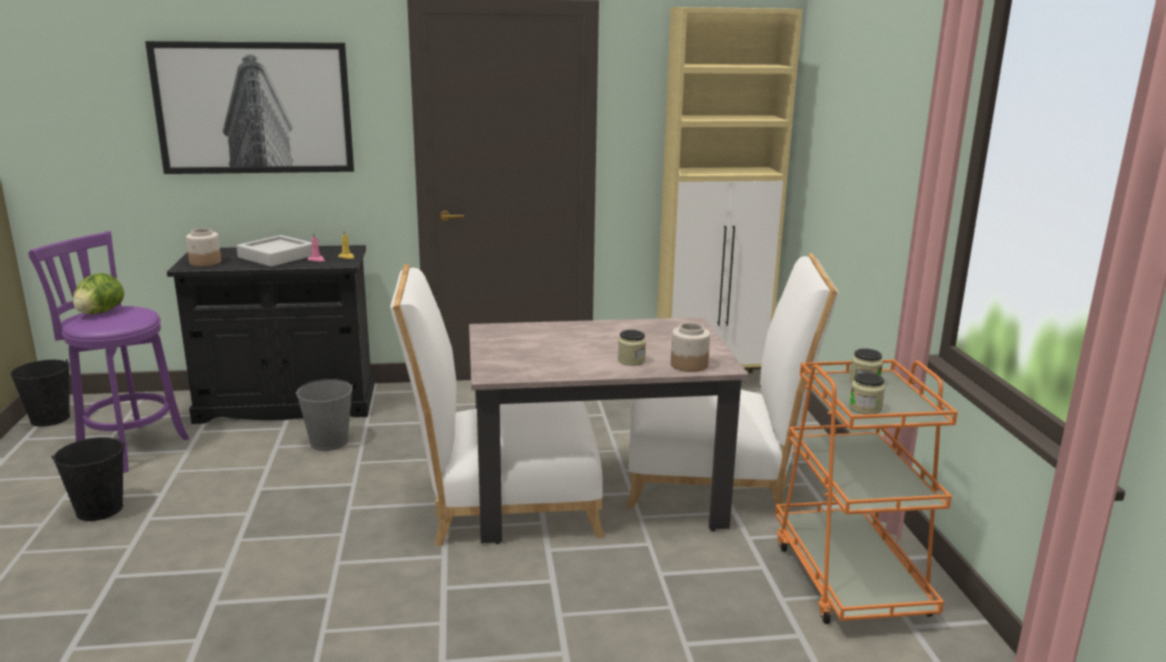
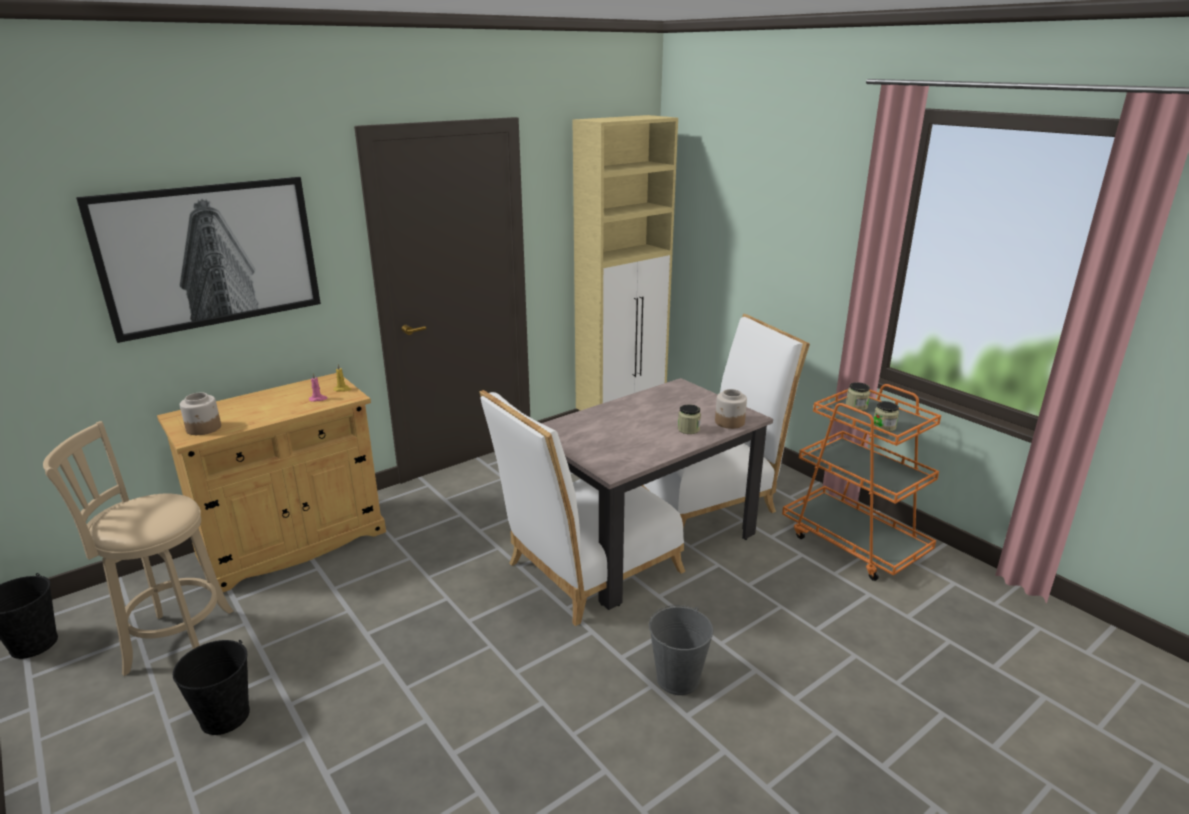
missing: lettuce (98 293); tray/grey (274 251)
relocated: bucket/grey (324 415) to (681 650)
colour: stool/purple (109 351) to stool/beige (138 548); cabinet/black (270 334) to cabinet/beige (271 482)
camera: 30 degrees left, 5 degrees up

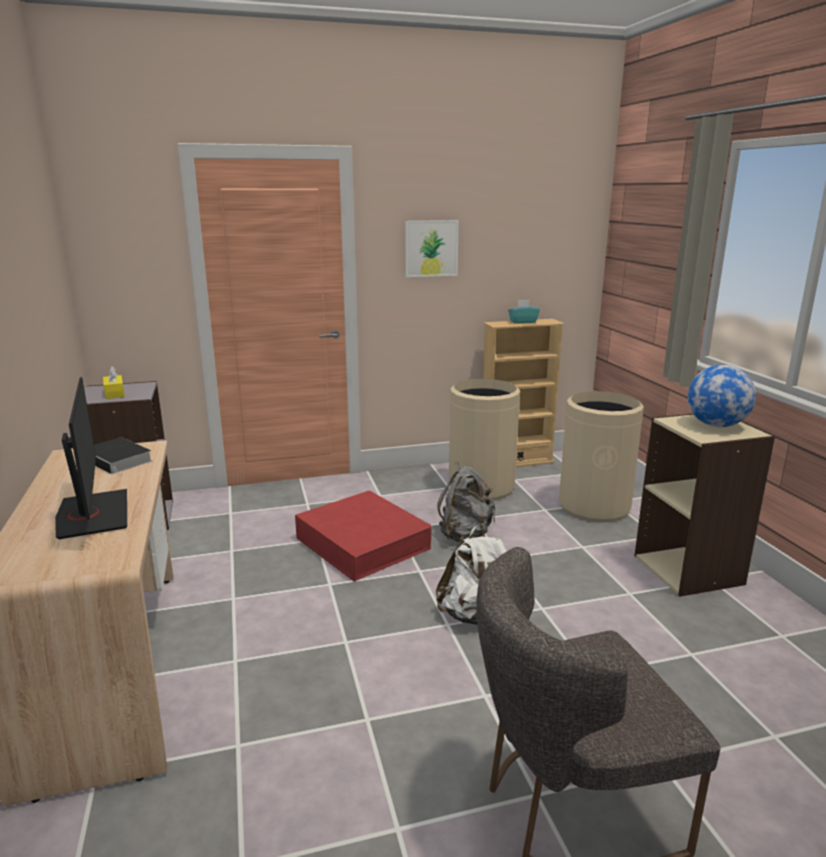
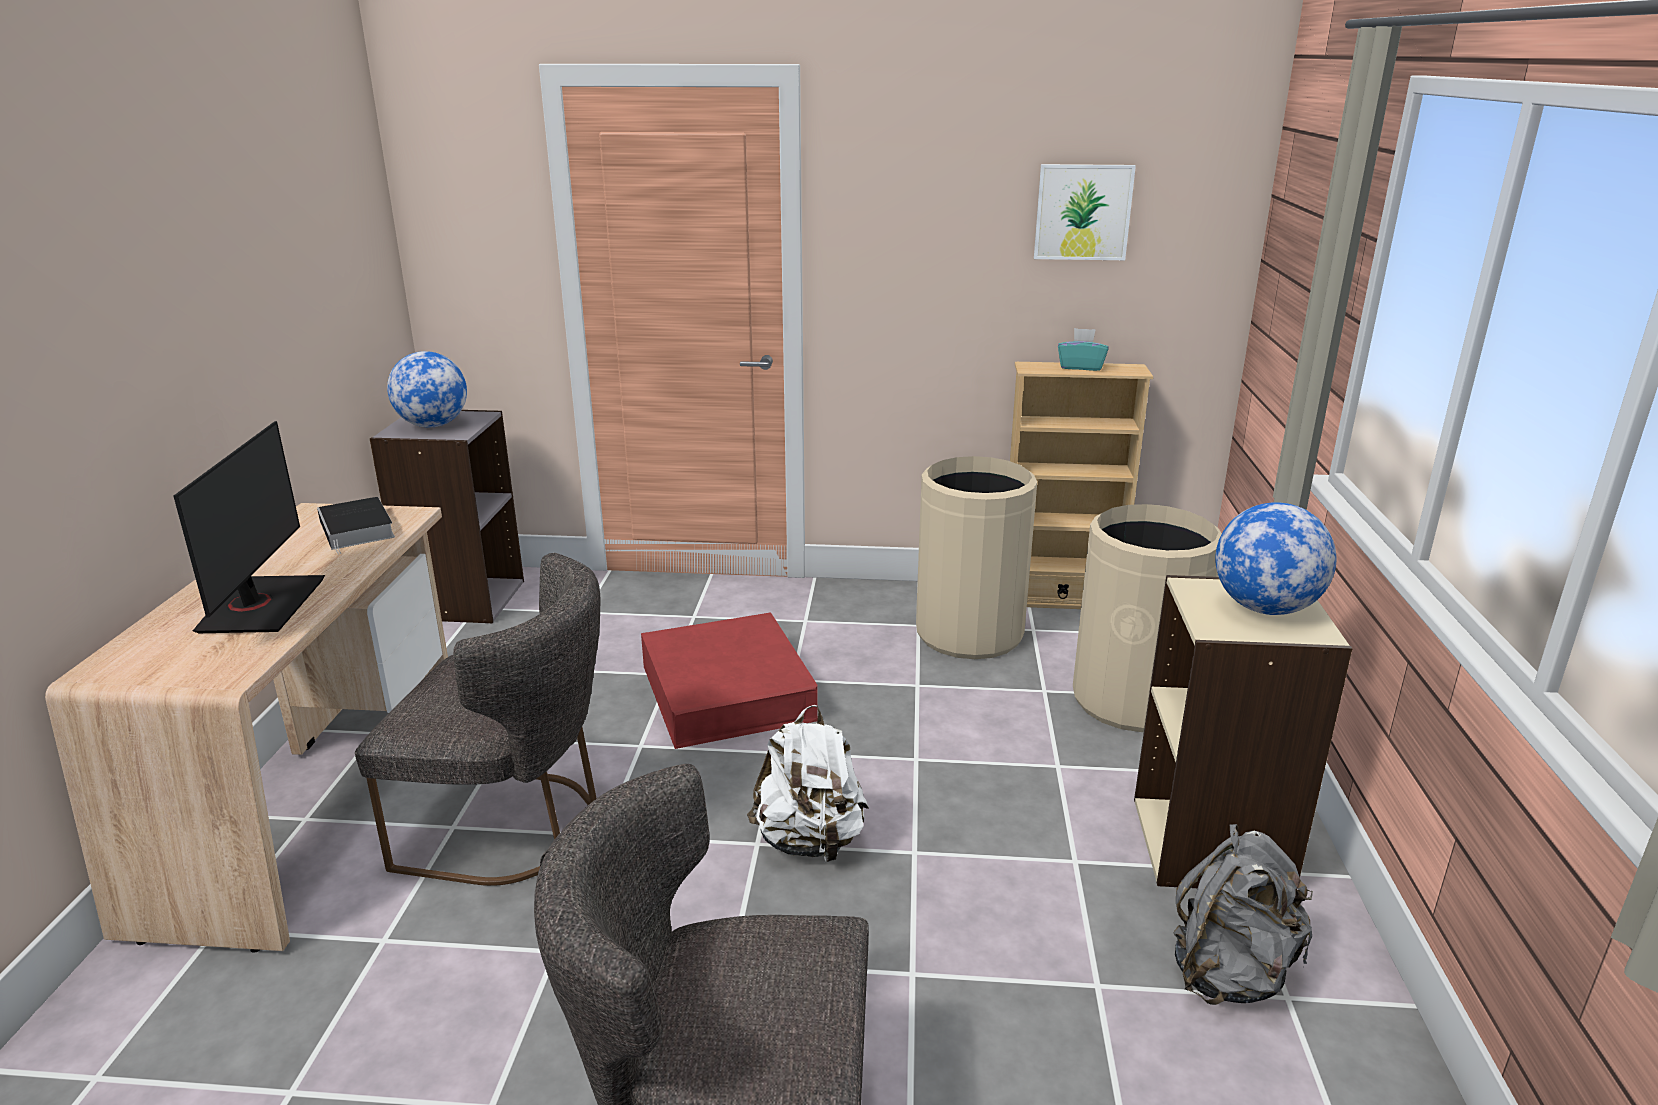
appeared: chair/grey (477 719)
relocated: picture (432 248) to (1085 212); backpack/grey (466 502) to (1243 914)
exchanged: tissue box/yellow (114 382) to globe (427 389)
camera: 20 degrees right, 5 degrees up

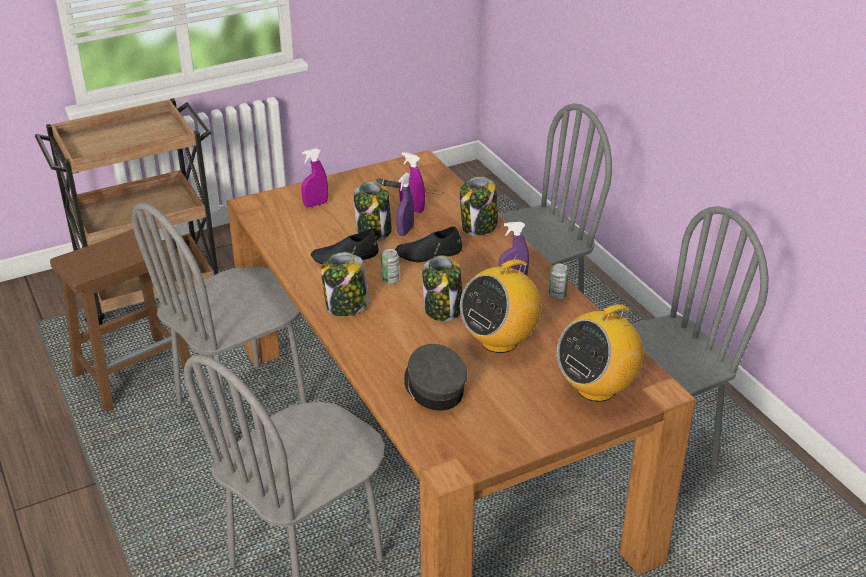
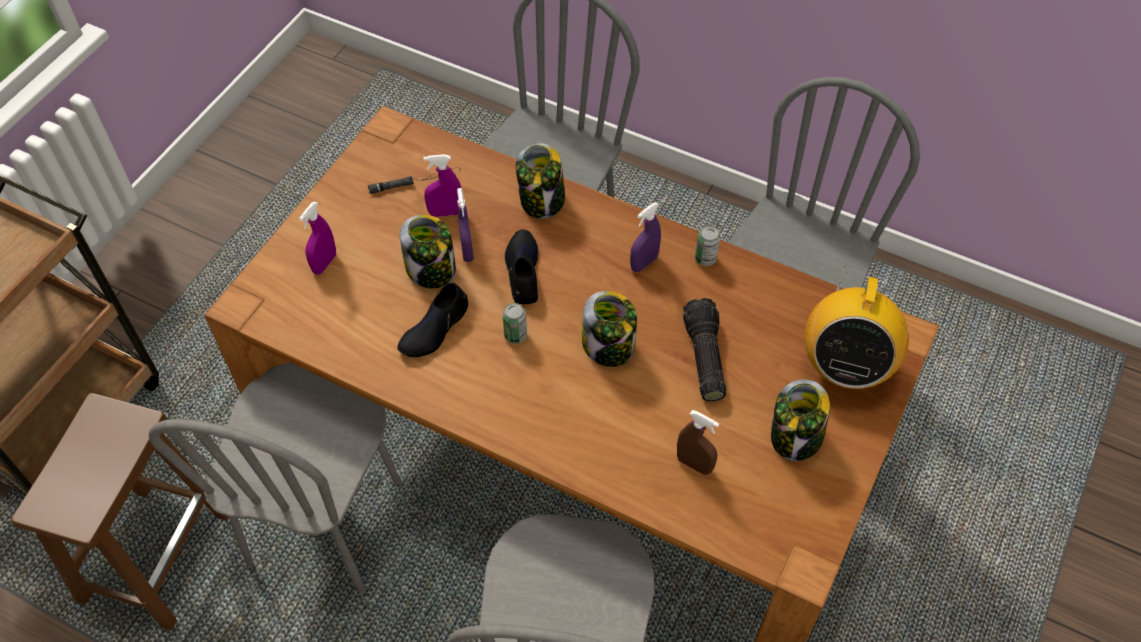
relocated: jar (345 284) to (800 420)
exchanged: cap/grey (435 377) to spray bottle/brown (698 442); radio (500 304) to flashlight (704 349)
spun: shoe/black (428 244) = (521 266) 135 degrees clockwise
camera: 35 degrees left, 20 degrees up

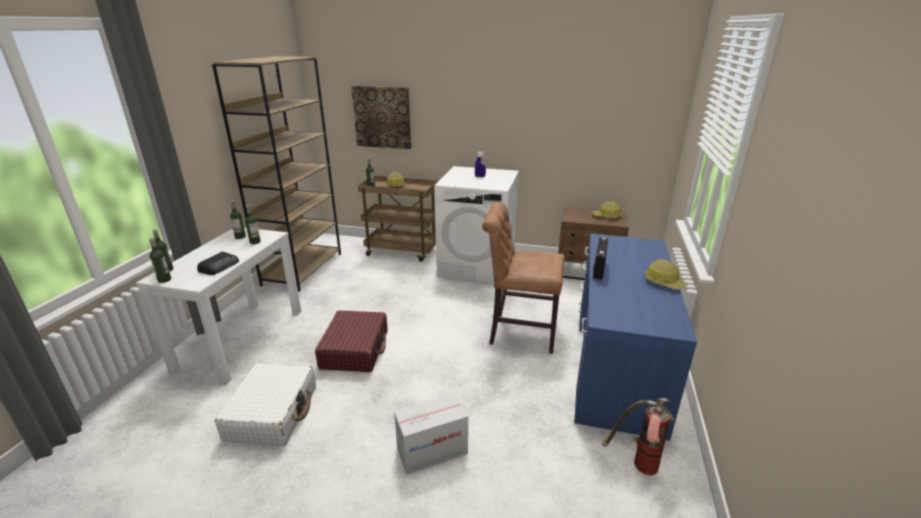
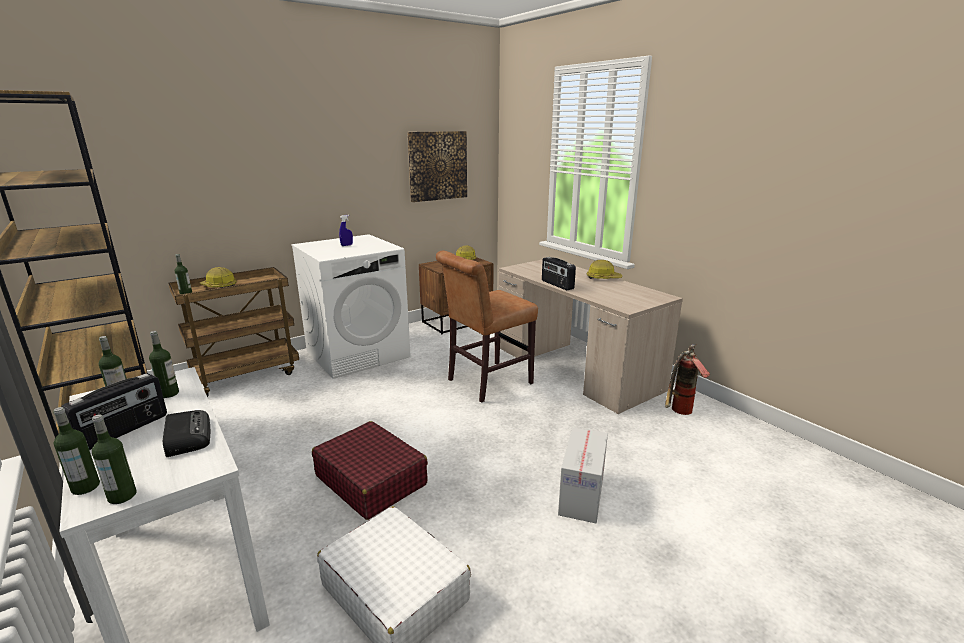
appeared: radio (114 411)
relocated: picture (381 117) to (437 166)
colour: desk/blue (635 337) to desk/beige (591 336)
camera: 50 degrees left, 5 degrees down

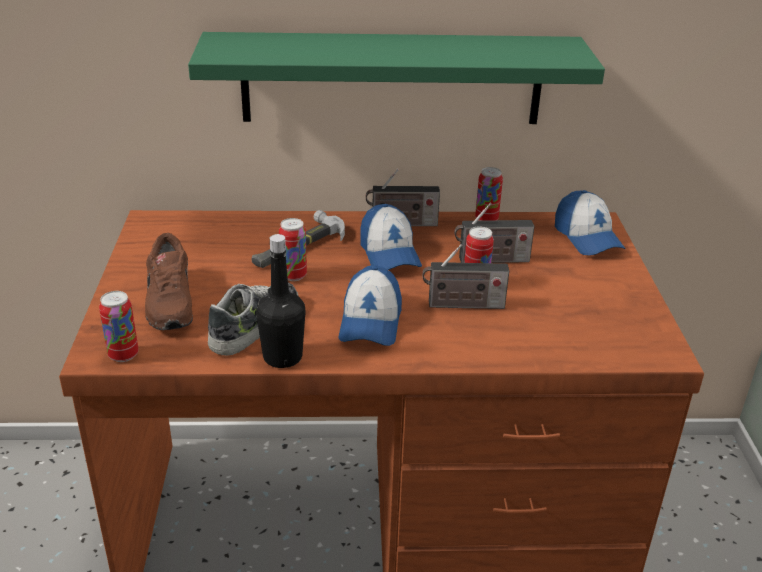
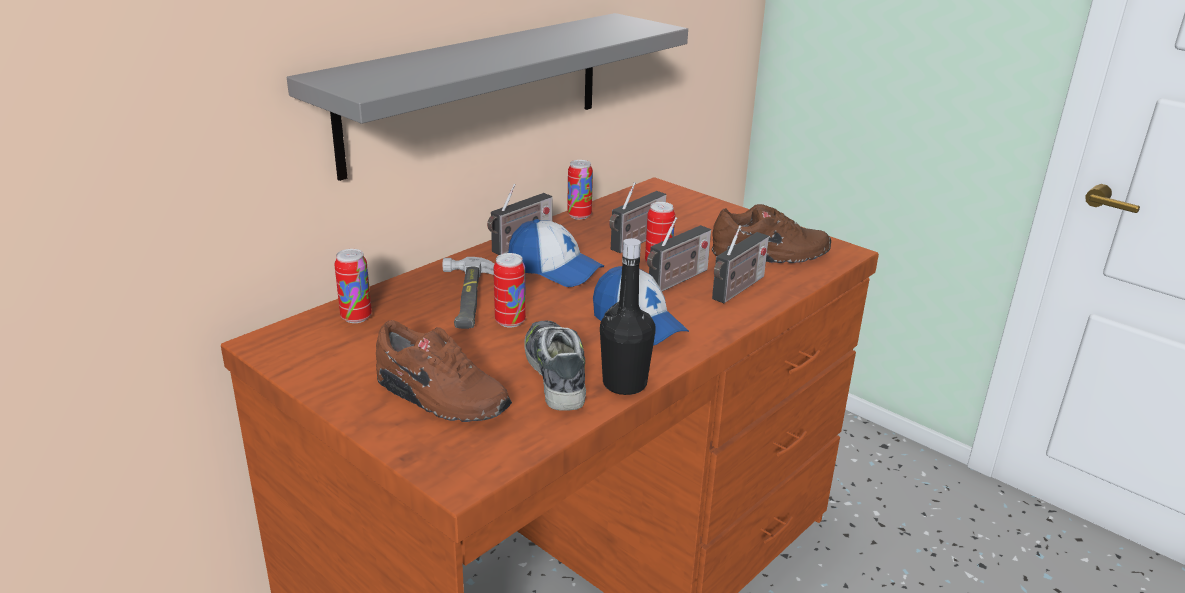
missing: cap (590 223)
appeared: shoe/brown (771 233); radio (740 264)
relocated: can (118 326) to (353 286)
colour: shelf/green (396 78) to shelf/grey (487 97)
camera: 45 degrees left, 5 degrees down

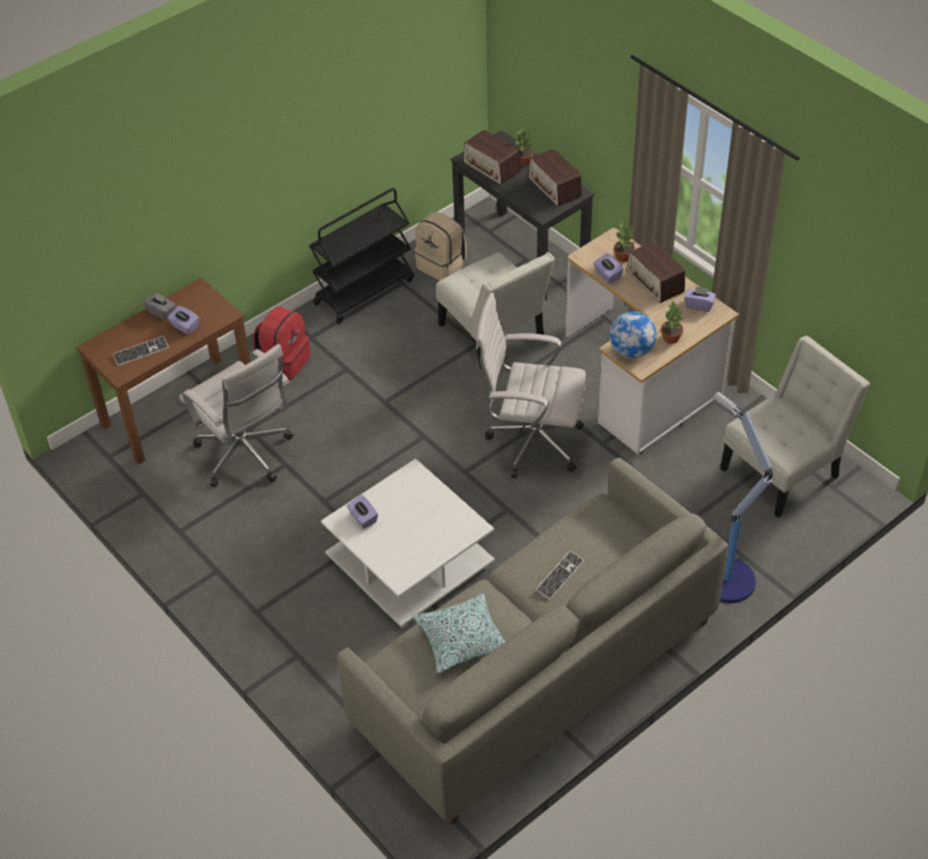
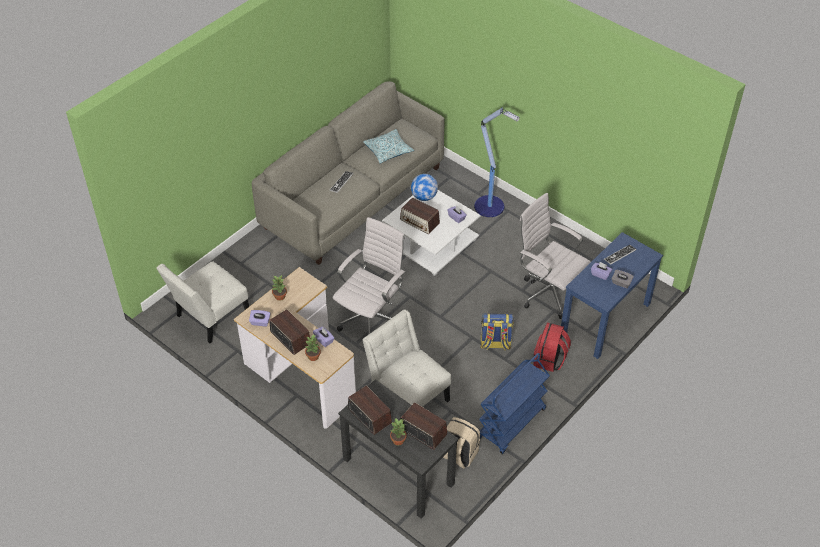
appeared: radio (420 216); backpack (497 331)
relocated: globe (632 334) to (424 187); floor lamp (743 497) to (497 162)
colour: desk/brown (163 371) to desk/blue (612 295); cart/black (361 256) to cart/blue (514 403)
spun: office chair/white (531 385) = (369 276) 60 degrees counterclockwise
camera: 170 degrees right, 0 degrees up

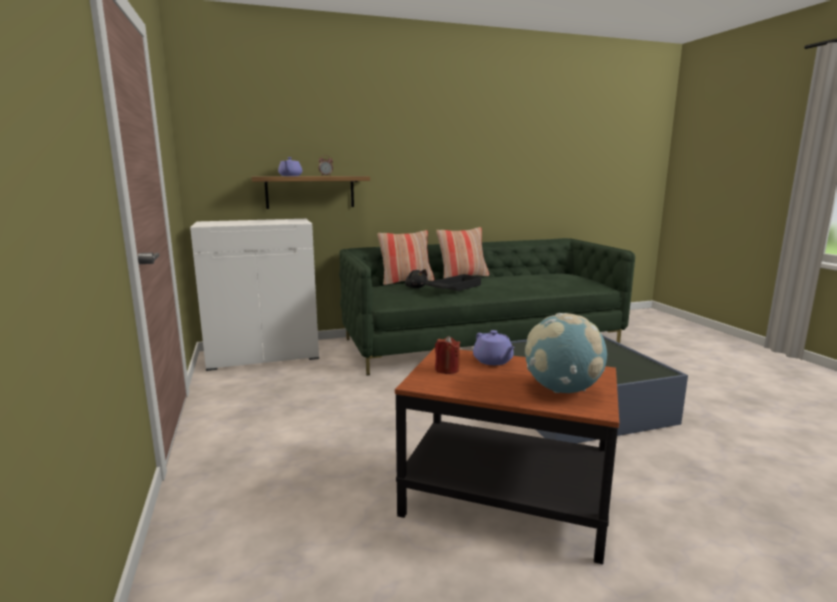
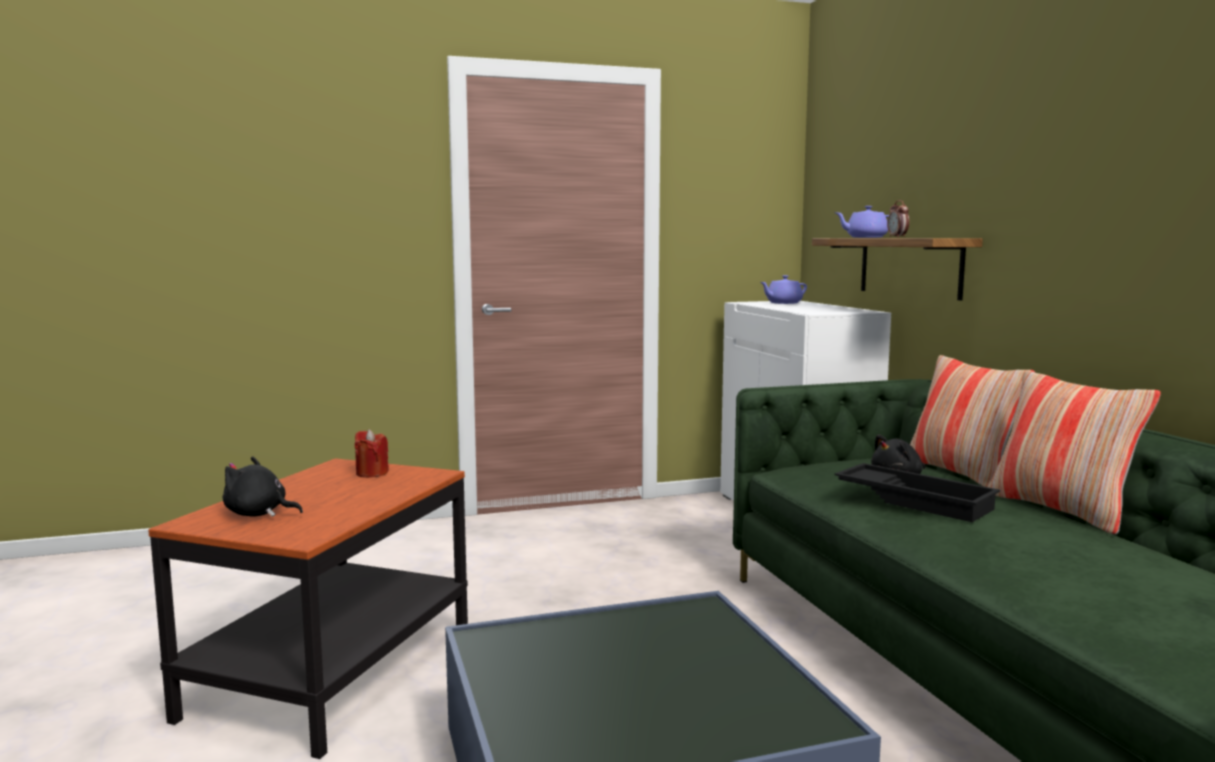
relocated: teapot/purple (494 347) to (783 289)
exchanged: globe (566 353) to plush toy/black (263 486)
camera: 90 degrees right, 5 degrees down

